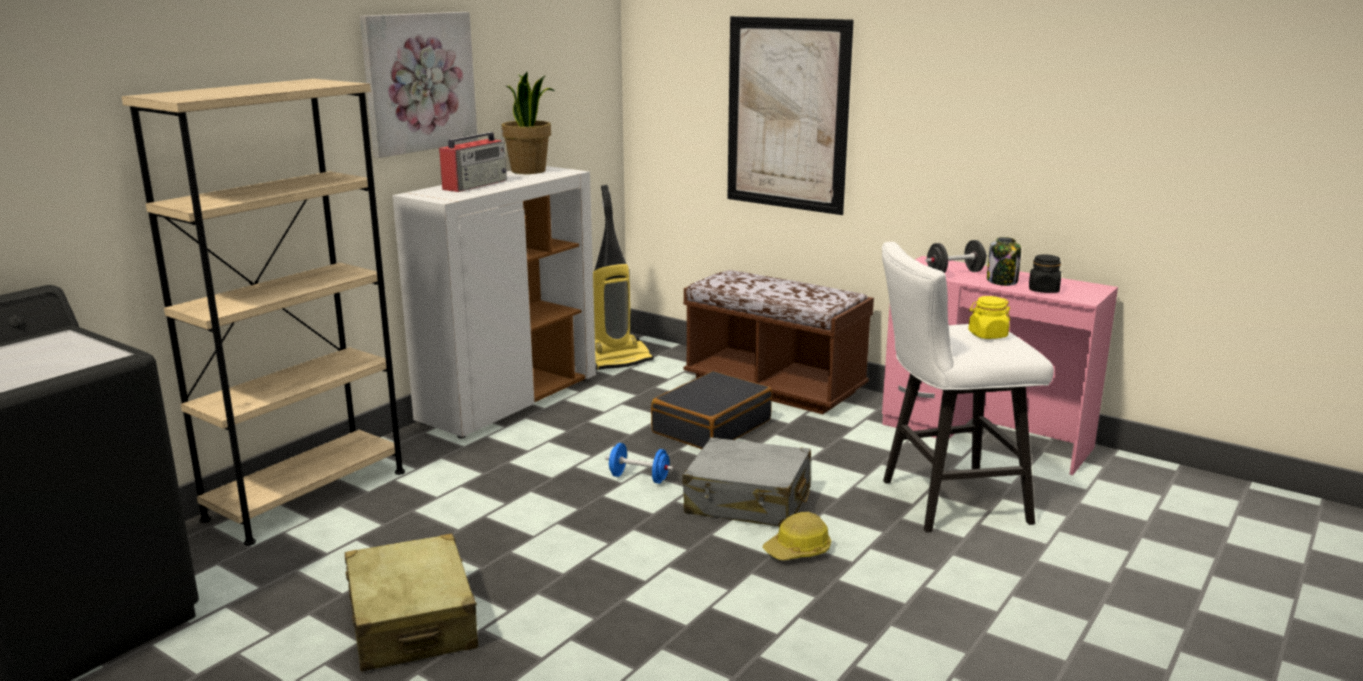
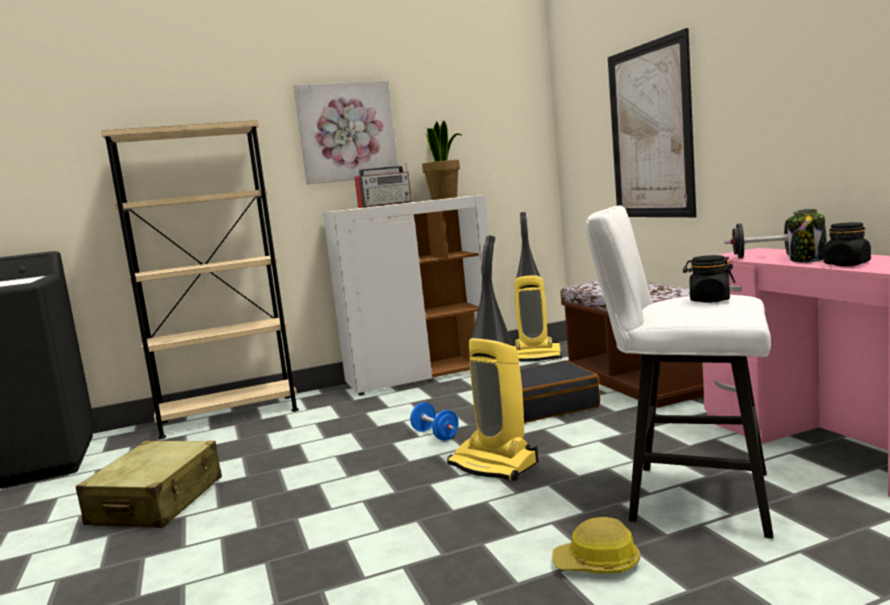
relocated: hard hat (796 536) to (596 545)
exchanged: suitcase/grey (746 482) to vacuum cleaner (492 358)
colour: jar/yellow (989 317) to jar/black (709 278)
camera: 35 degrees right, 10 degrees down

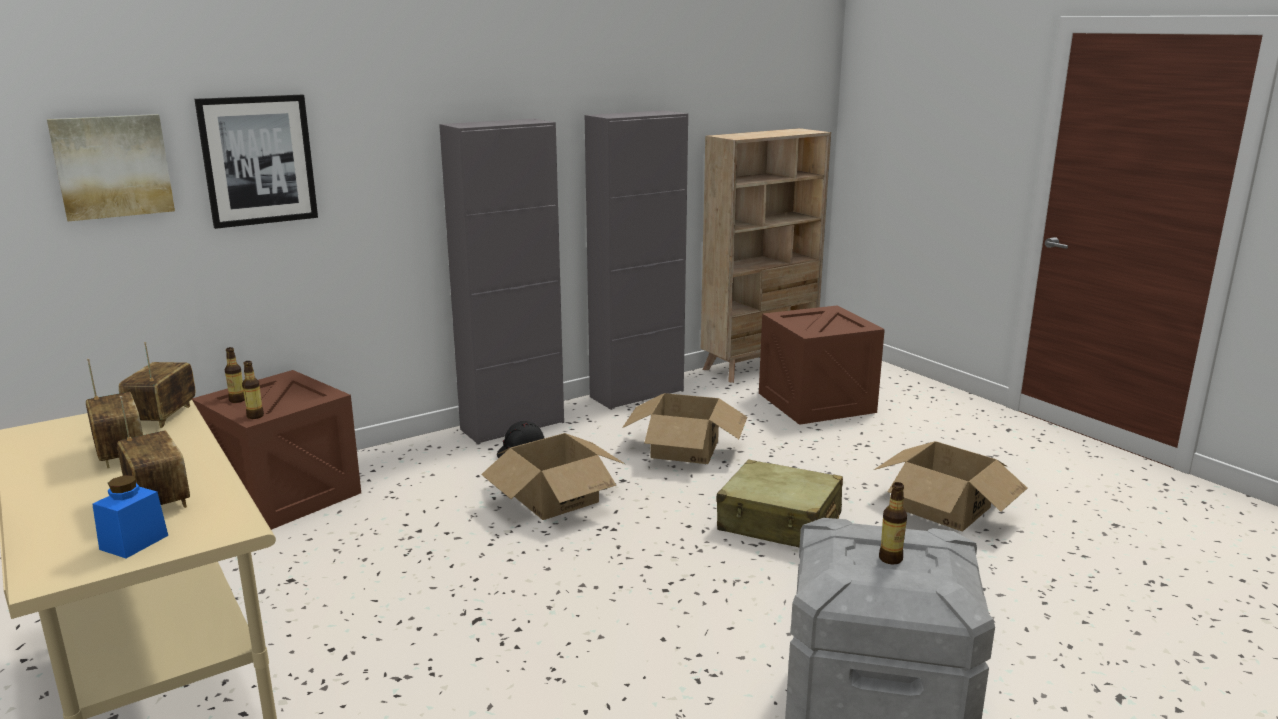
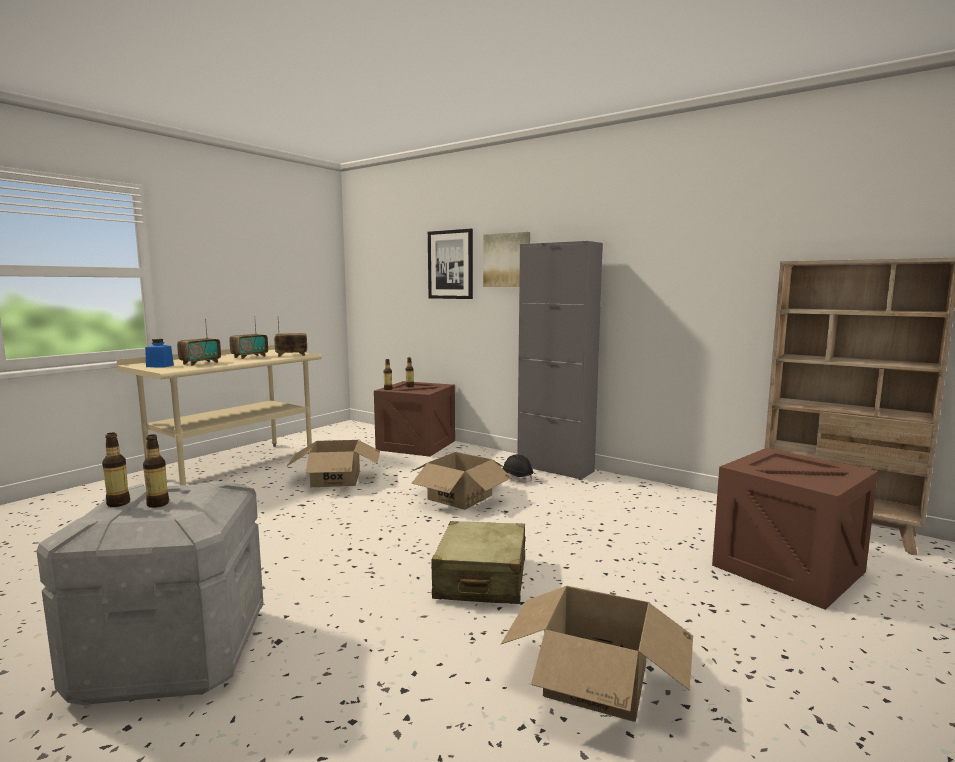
missing: cabinet/grey (636 260)
appeared: bottle (116 470)
relocated: picture (111 167) to (506 259); cardboard box (684 428) to (333 463)
camera: 70 degrees right, 10 degrees down

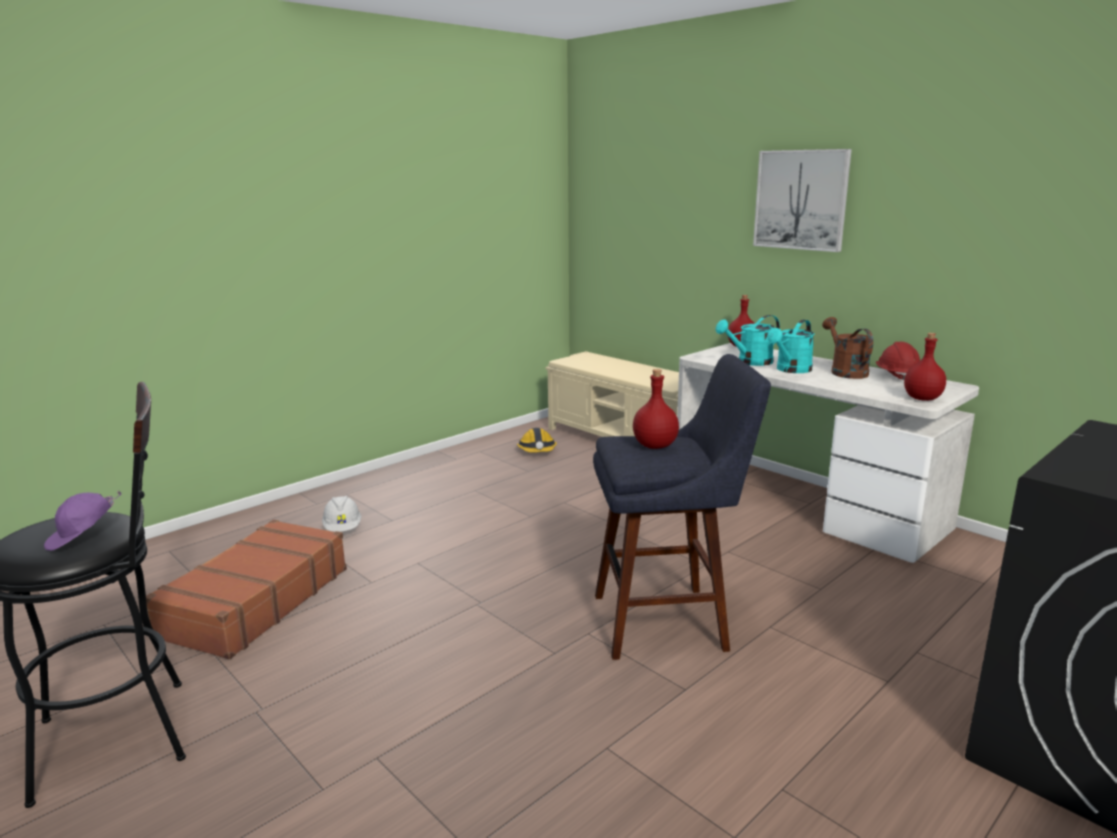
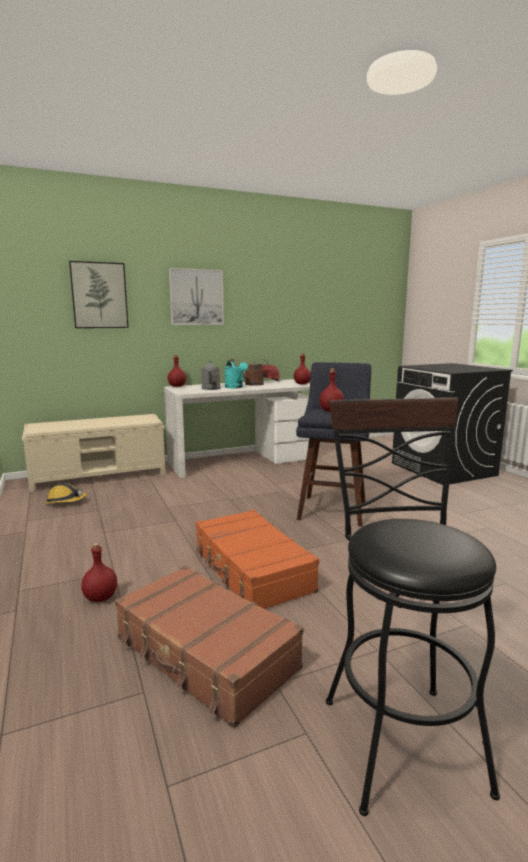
missing: cap/purple (82 520)
appeared: picture (99 294); suitcase/orange (257 559)
exchanged: hard hat/white (342 514) to bottle/red (99 572)
colour: watering can/turquoise (747 340) to watering can/grey (211 375)
camera: 70 degrees left, 5 degrees down

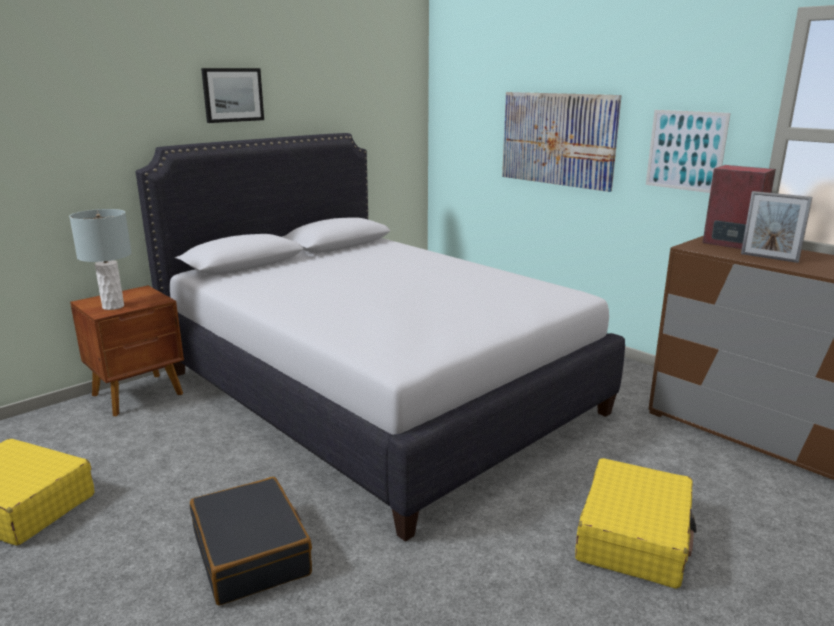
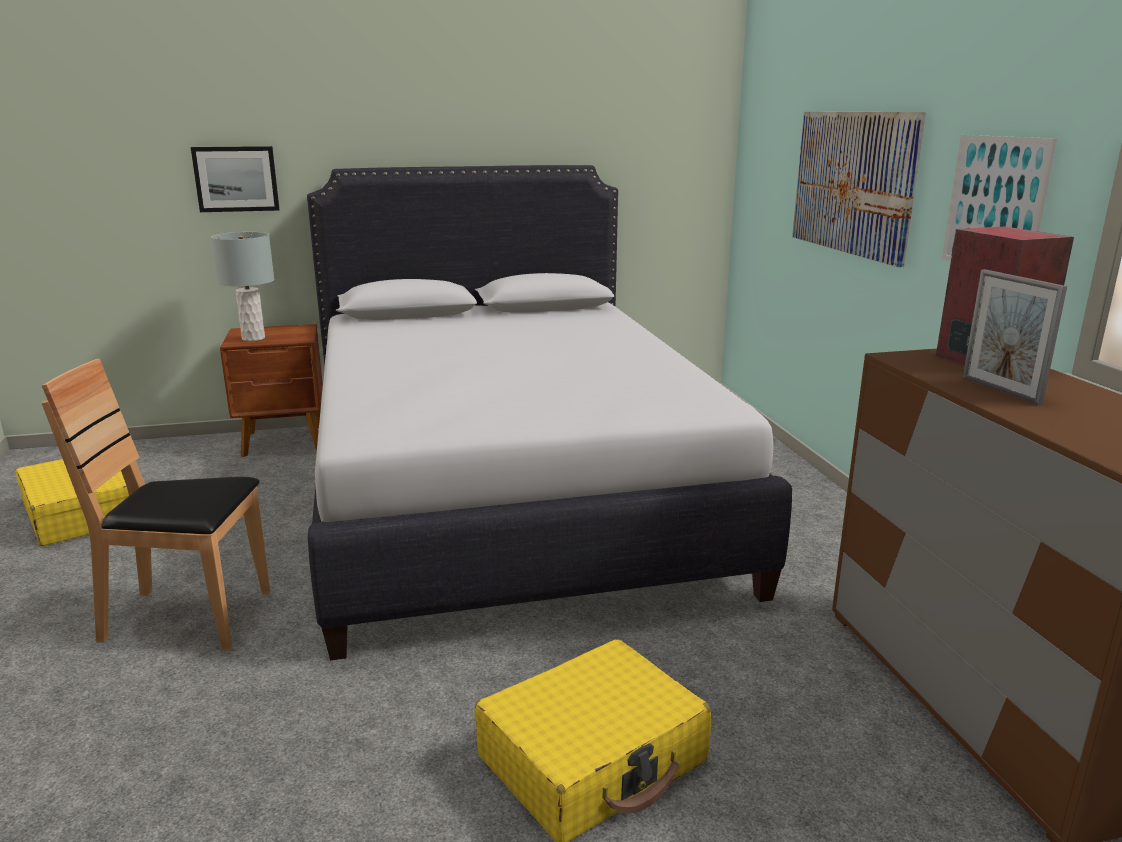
relocated: picture (232 95) to (235 179)
exchanged: suitcase/black (251 541) to chair/brown (156 504)
camera: 30 degrees right, 0 degrees up

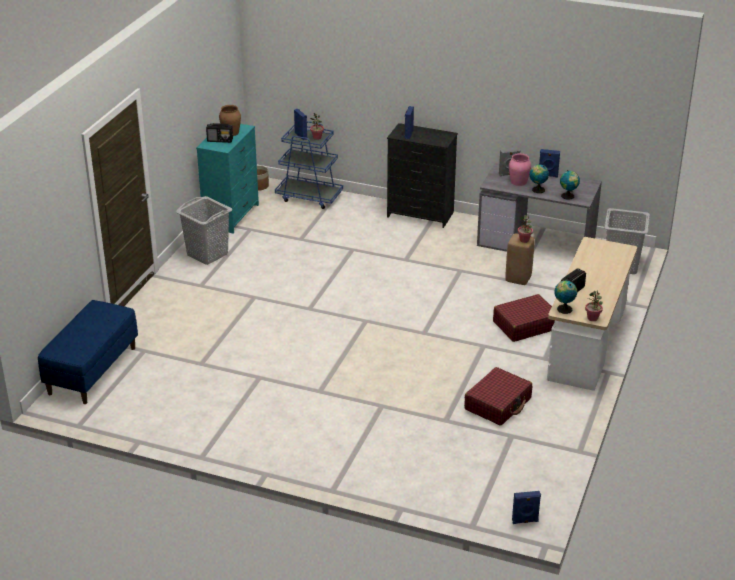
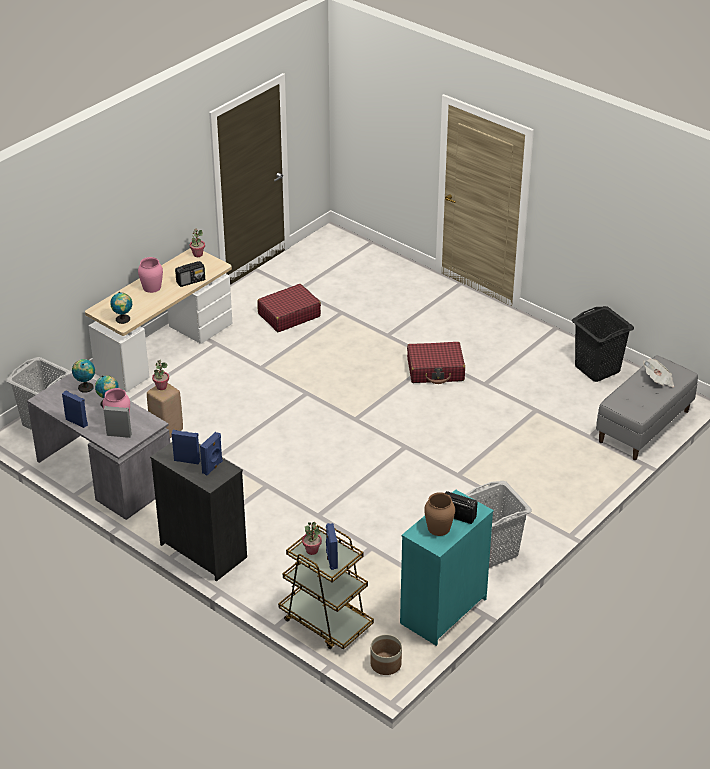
appeared: vase/pink (150 275); laundry basket/black (603 344); newspaper (658 373)
relocated: suitcase/red (524 318) to (436 363); speaker/blue (526 507) to (186 447); globe (565 297) to (121 308)
colour: bench/blue (88 352) to bench/grey (647 407); cart/blue (309 165) to cart/brown (326 587)
camera: 160 degrees left, 5 degrees up

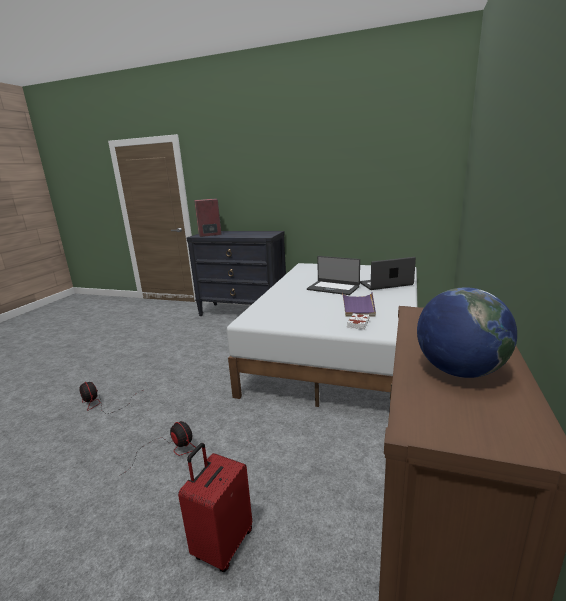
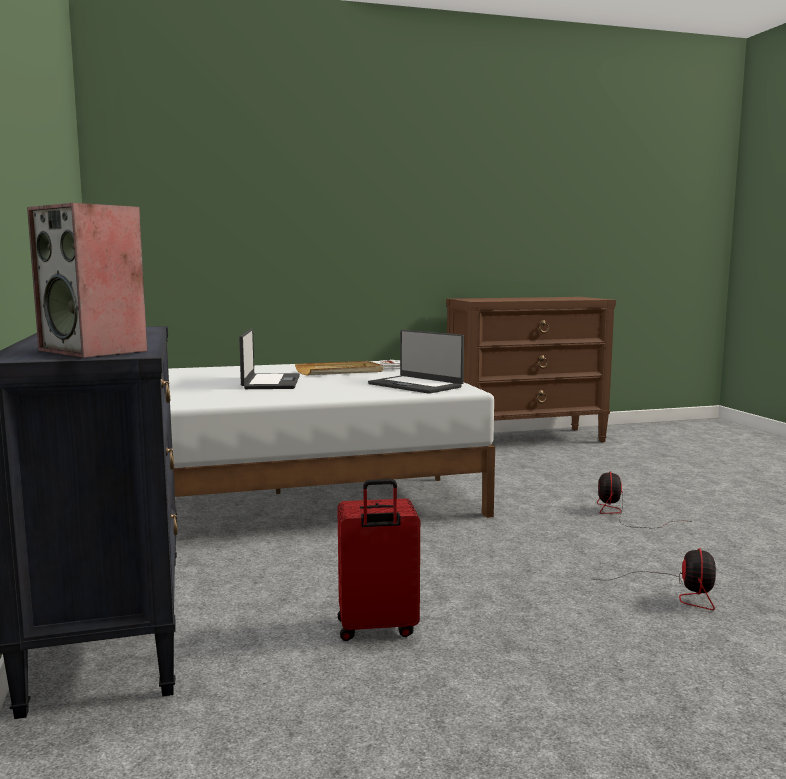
missing: globe (467 332)
relocated: suitcase/red (215 507) to (378 560); laptop (388 273) to (416 362)
colour: tray/purple (359 304) to tray/beige (339 368)
camera: 125 degrees left, 10 degrees down

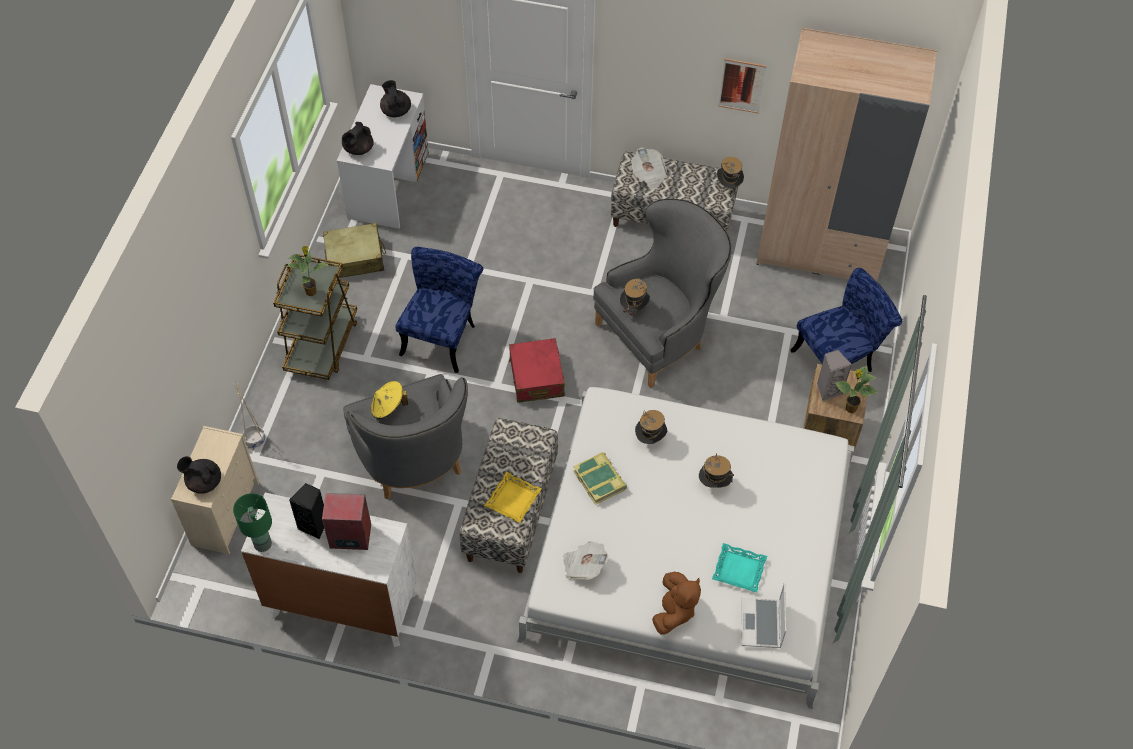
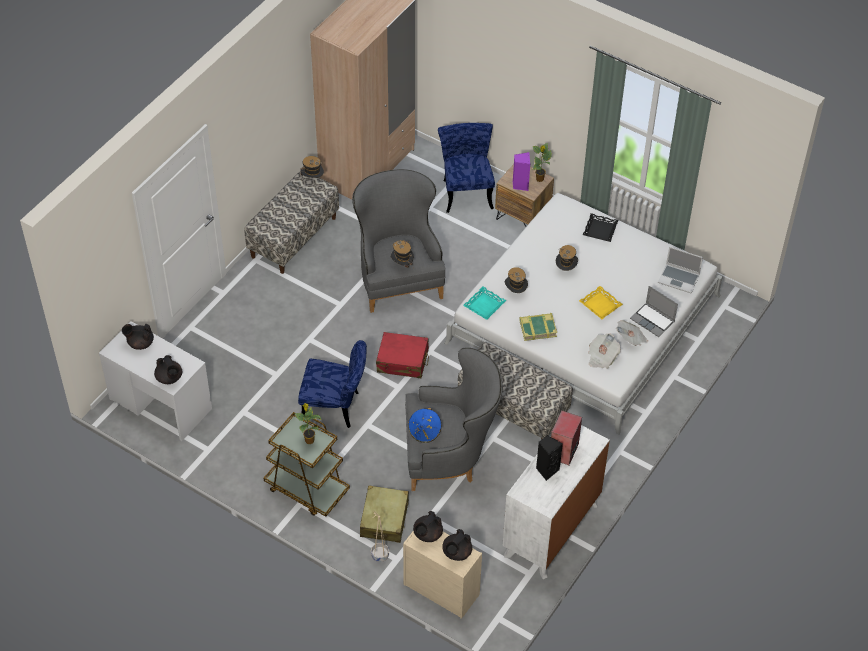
missing: table lamp/green (252 522); picture (742 86)
appeared: teapot/black (428 526); tray/black (600 227)
relocated: suitcase/beige (354 250) to (384 514); tray/yellow (513 497) to (601 302); newspaper (649 168) to (632 333); tray/turquoise (739 568) to (484 303)
exchanged: plush toy/brown (676 603) to laptop (654 311)
colour: hat/yellow (389 400) to hat/blue (424 425); speaker/grey (834 375) to speaker/purple (521 171)
spun: chair/blue (439 310) = (332 384) 150 degrees clockwise
camera: 70 degrees left, 5 degrees down

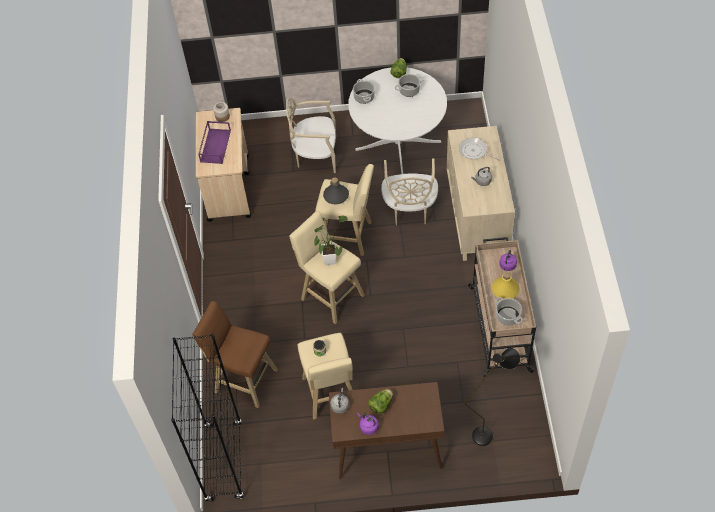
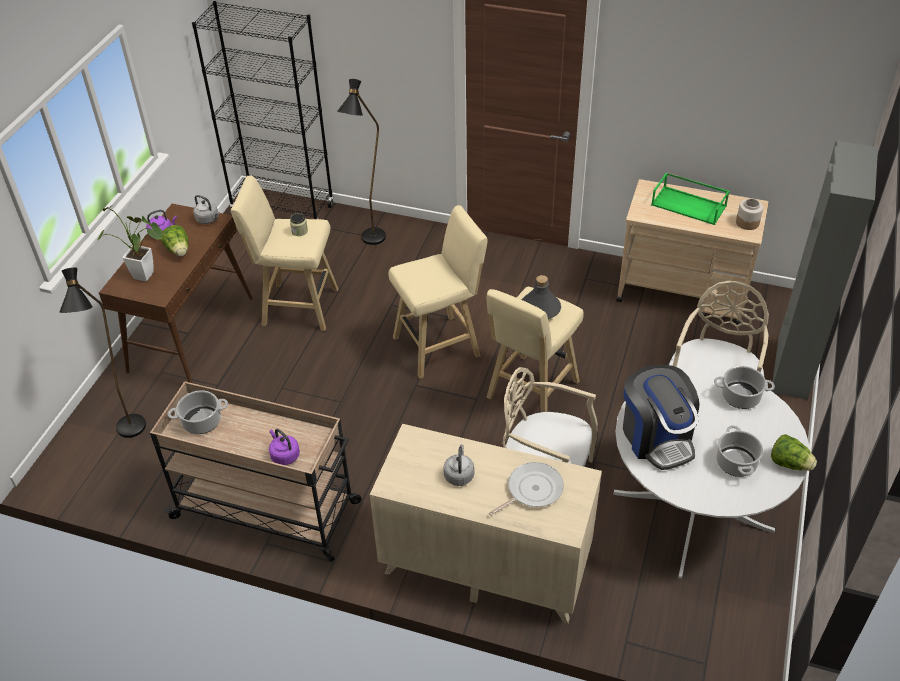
missing: bottle/yellow (505 285)
appeared: coffee machine (661 417); cabinet/grey (825 270)
relocated: potted plant (330 240) to (132 243)
exchanged: stool/brown (235 354) to floor lamp/black (361 162)
colour: tray/purple (214 142) to tray/green (690 198)
camera: 110 degrees right, 10 degrees down

